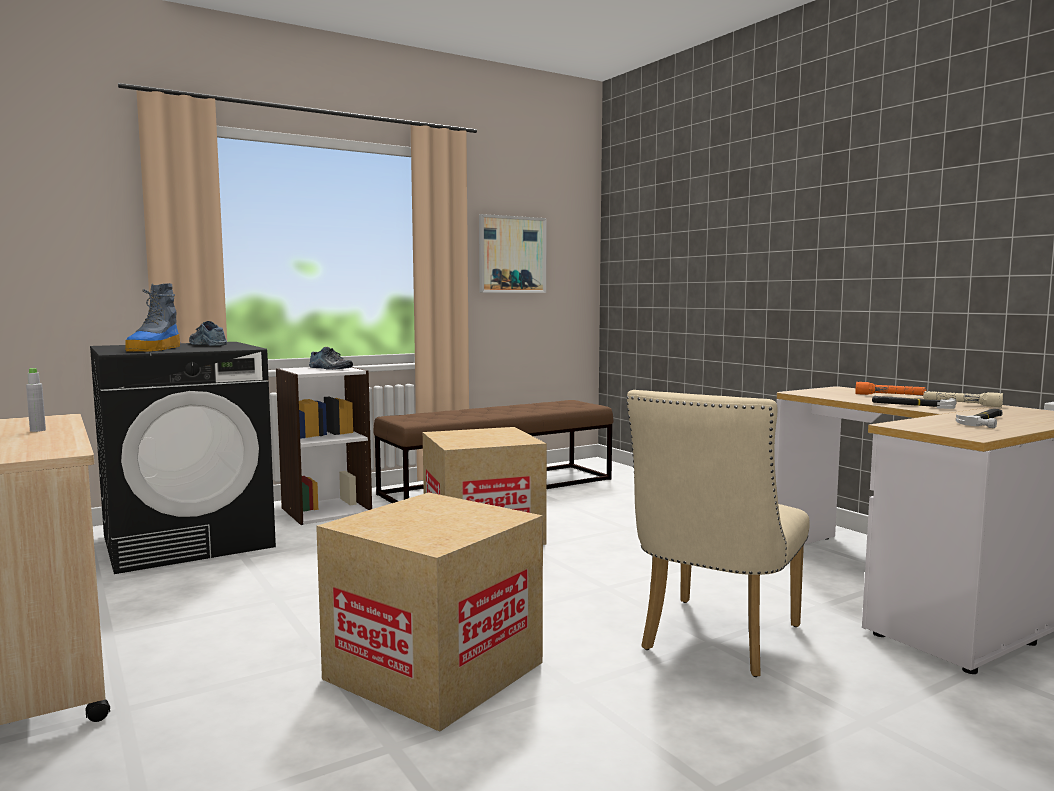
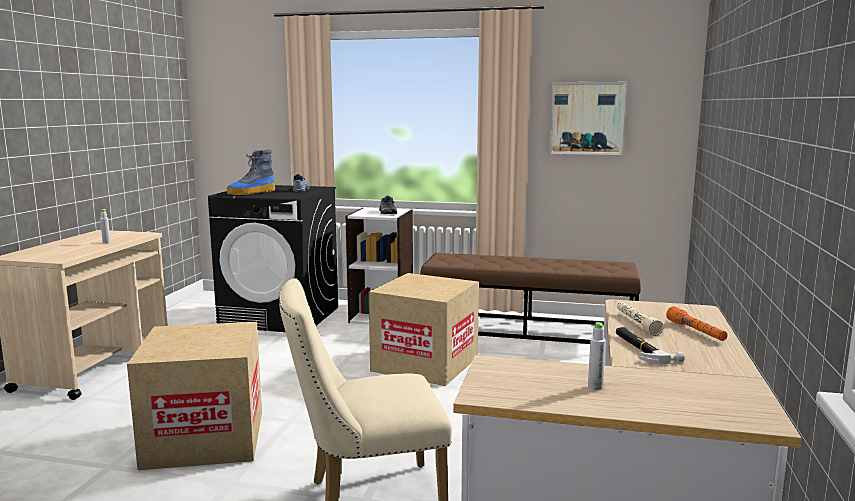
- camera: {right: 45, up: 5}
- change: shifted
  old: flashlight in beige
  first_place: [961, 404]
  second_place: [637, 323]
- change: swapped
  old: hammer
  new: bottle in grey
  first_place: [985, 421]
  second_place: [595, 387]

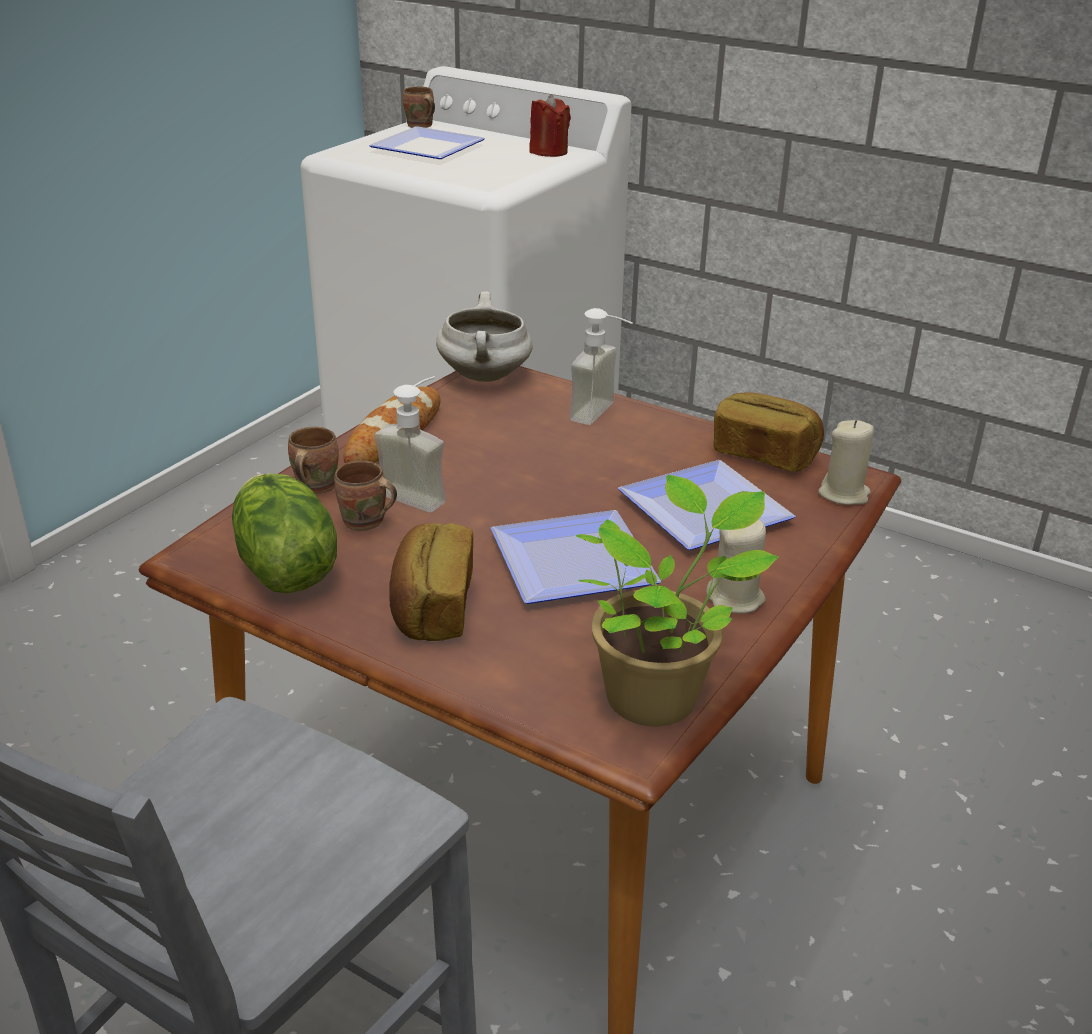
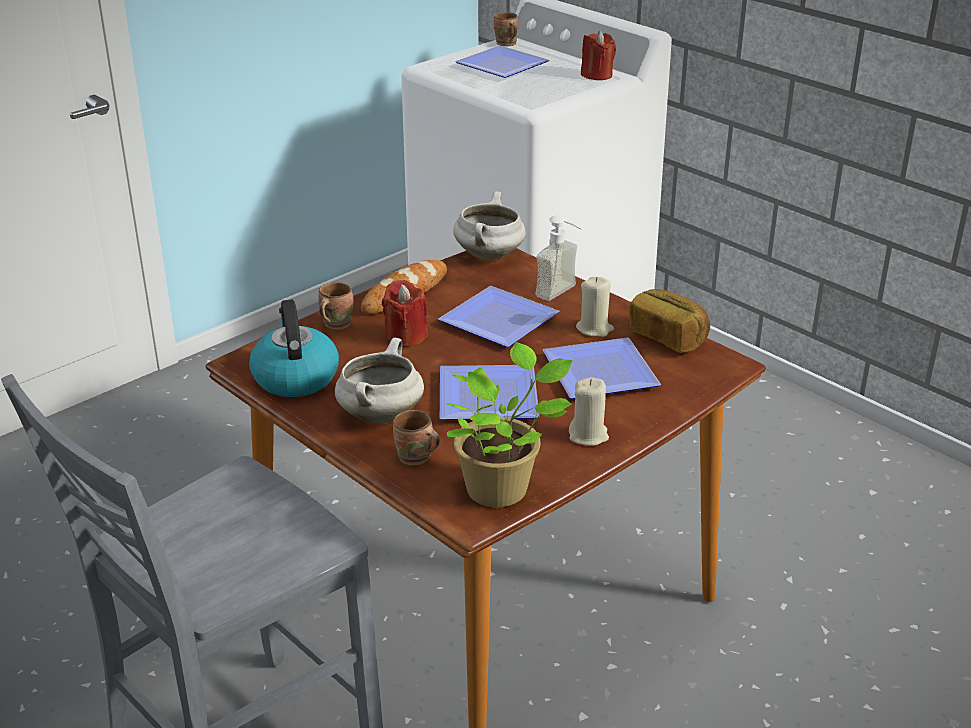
- camera: {right: 15, up: 0}
- change: new
  new: plate
  second_place: [499, 323]
- change: shifted
  old: mug in brown
  first_place: [365, 523]
  second_place: [415, 459]
- change: shifted
  old: candle in beige
  first_place: [844, 494]
  second_place: [594, 329]
- change: swapped
  old: lettuce
  new: kettle
  first_place: [283, 569]
  second_place: [295, 377]
- change: swapped
  old: soap dispenser
  new: candle in red
  first_place: [420, 492]
  second_place: [405, 336]
- change: swapped
  old: bread
  new: cooking pot in white
  first_place: [431, 608]
  second_place: [380, 414]

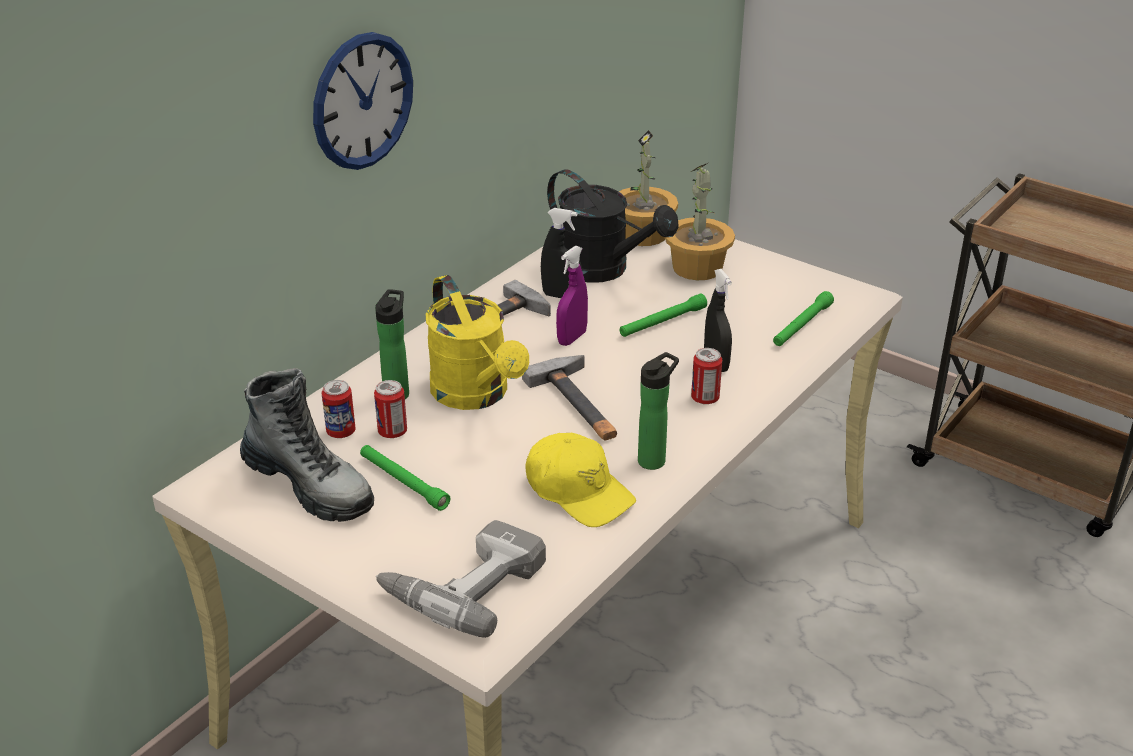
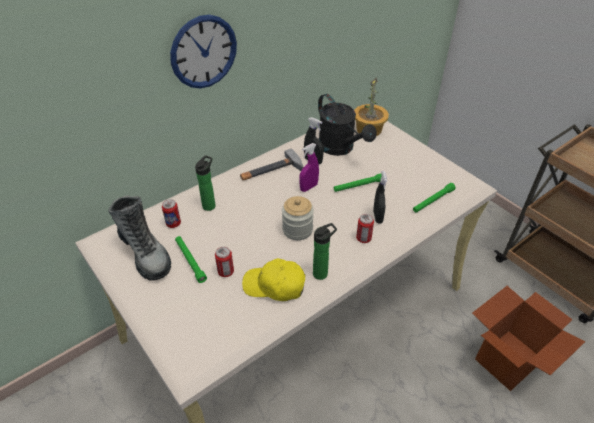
- camera: {right: 15, up: 10}
- change: gone
  old: power drill
  first_place: [463, 584]
- change: gone
  old: watering can in yellow
  first_place: [476, 395]
- change: gone
  old: potted plant
  first_place: [698, 268]
- change: new
  new: cardboard box
  second_place: [509, 359]
- change: shifted
  old: can
  first_place: [392, 432]
  second_place: [226, 272]
- change: swapped
  old: hammer
  new: jar
  first_place: [581, 404]
  second_place: [297, 229]
- change: rotated
  old: cap in yellow
  first_place: [578, 491]
  second_place: [275, 285]
  degrees: 135

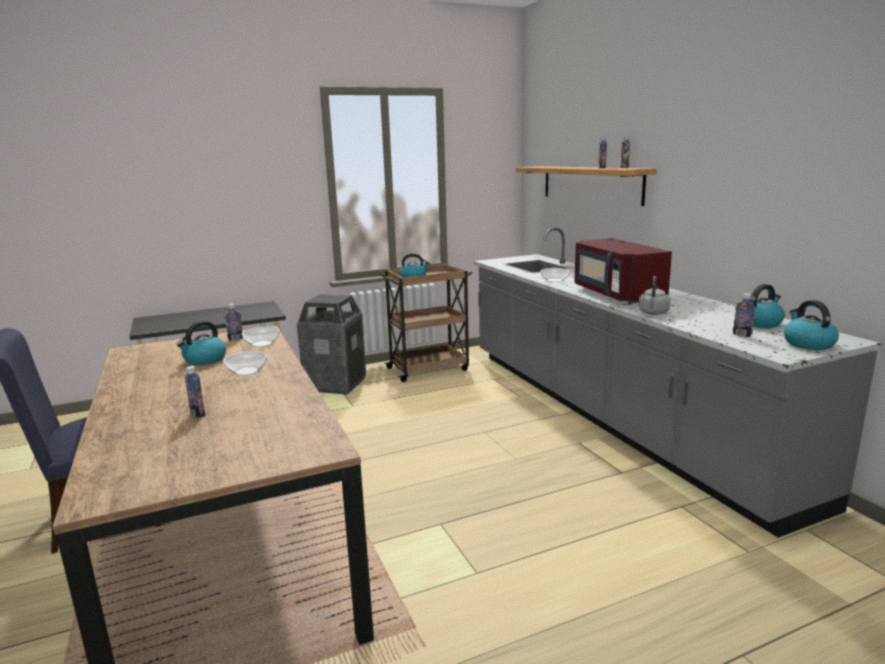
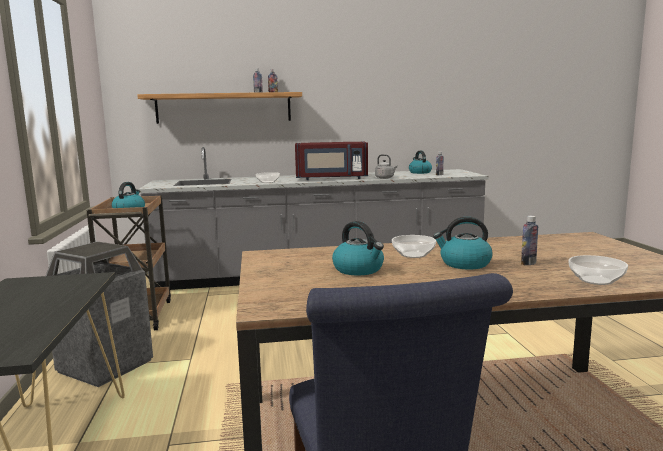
- camera: {right: -75, up: -5}
- change: gone
  old: bottle
  first_place: [235, 339]
- change: shifted
  old: bowl
  first_place: [262, 344]
  second_place: [595, 280]
- change: shifted
  old: kettle
  first_place: [807, 344]
  second_place: [464, 264]

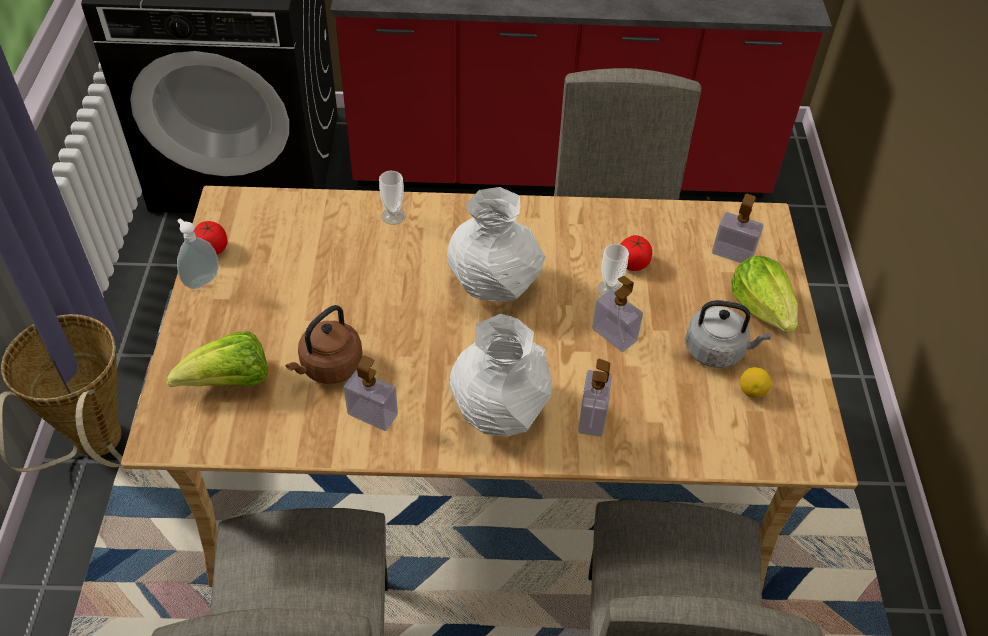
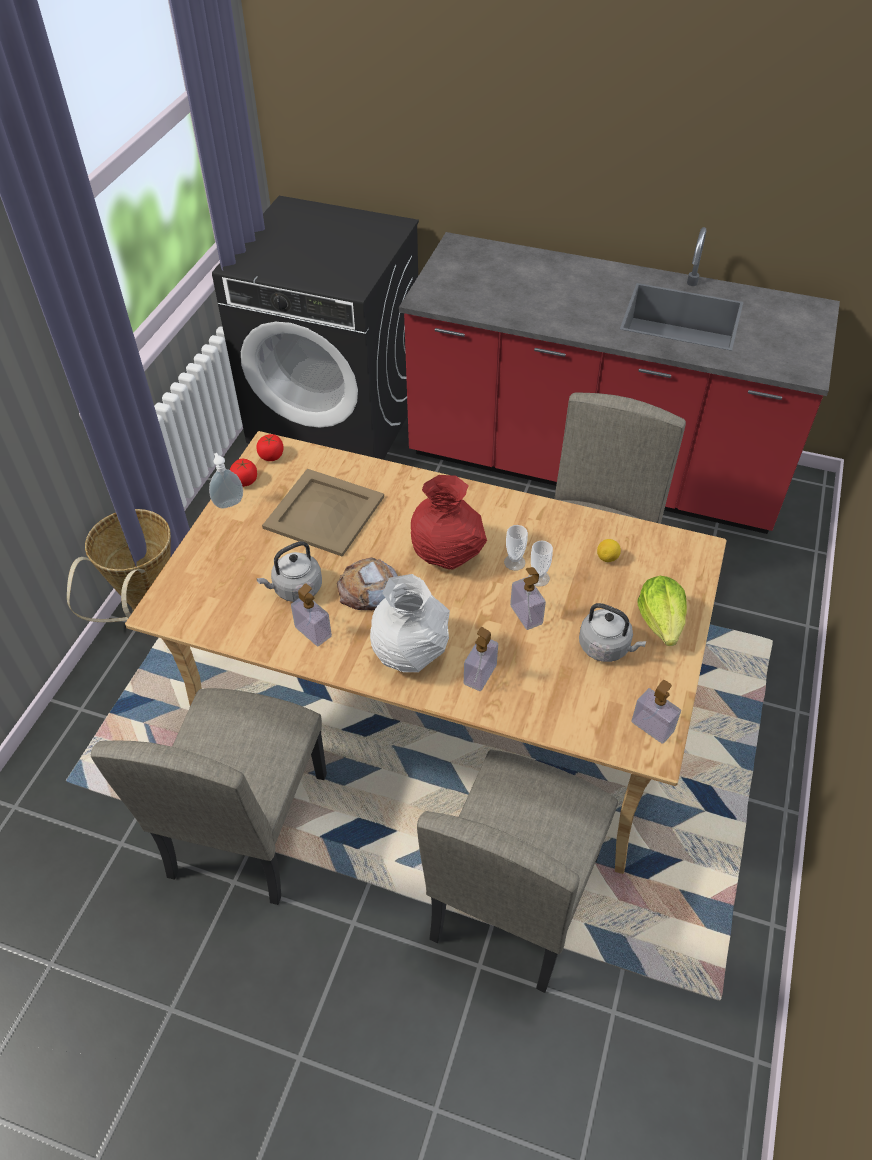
- camera: {right: 20, up: 0}
- change: gone
  old: lettuce
  first_place: [230, 382]
- change: new
  new: tray in beige
  second_place: [324, 511]
- change: new
  new: bread
  second_place: [368, 589]
- change: shifted
  old: cup
  first_place: [393, 216]
  second_place: [514, 562]
- change: shifted
  old: tomato
  first_place: [633, 263]
  second_place: [271, 456]
- change: shifted
  old: soap dispenser
  first_place: [733, 253]
  second_place: [652, 727]
- change: shifted
  old: lemon
  first_place: [752, 391]
  second_place: [607, 558]
- change: repainted
  old: kettle in brown
  new: kettle in grey
  first_place: [329, 367]
  second_place: [295, 589]
- change: repainted
  old: vase in white
  new: vase in red
  first_place: [495, 285]
  second_place: [447, 554]

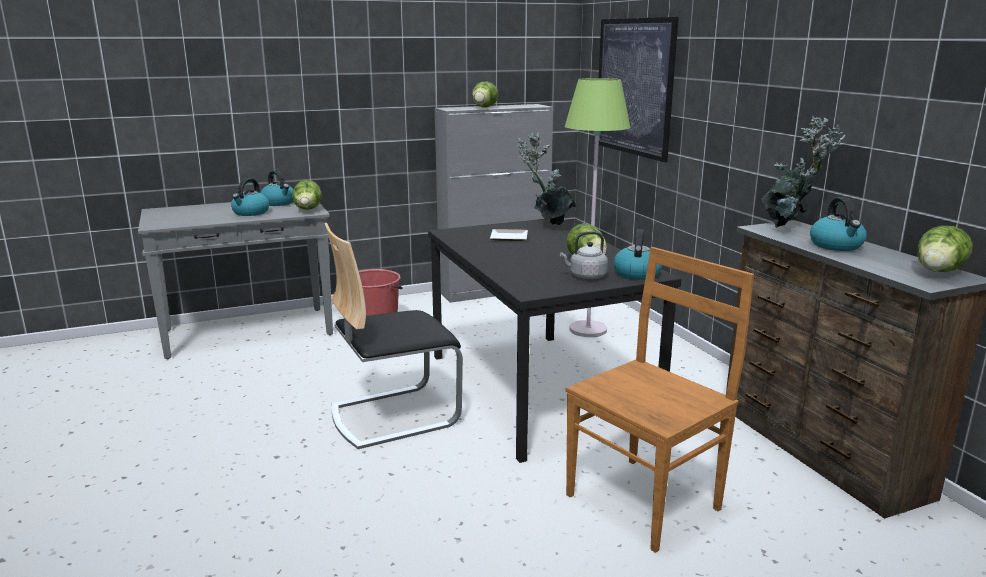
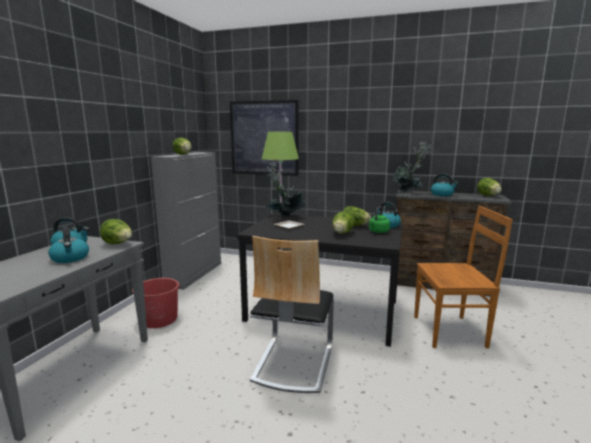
- camera: {right: -50, up: -5}
- change: new
  new: lettuce
  second_place: [342, 233]
- change: repainted
  old: kettle in grey
  new: kettle in green
  first_place: [585, 276]
  second_place: [378, 232]
- change: rotated
  old: chair in brown
  first_place: [646, 500]
  second_place: [451, 331]
  degrees: 90

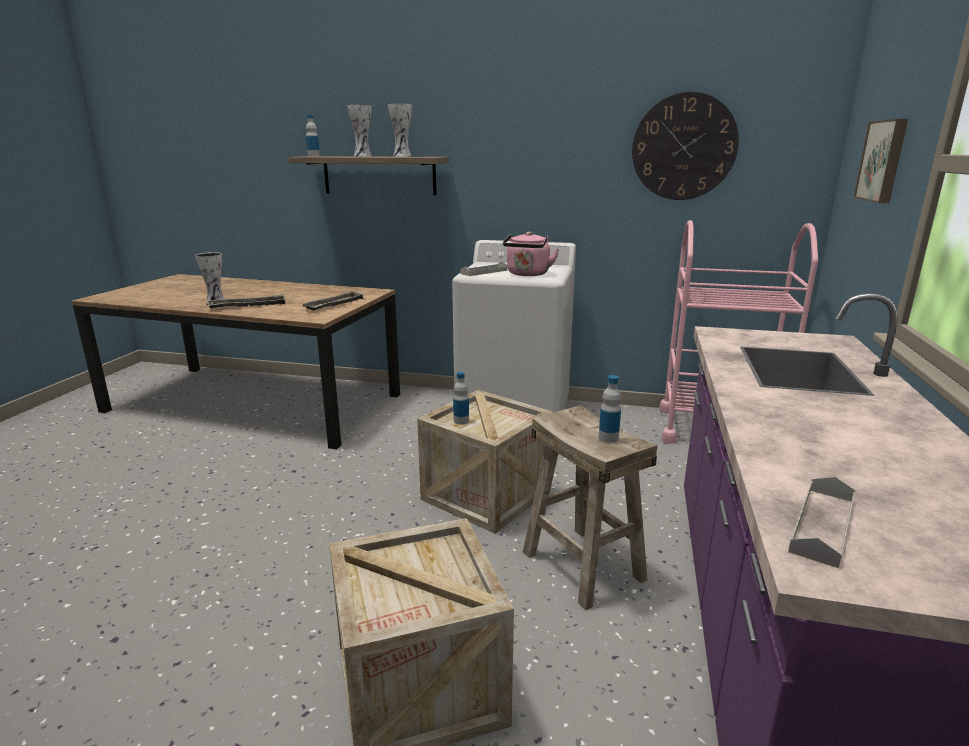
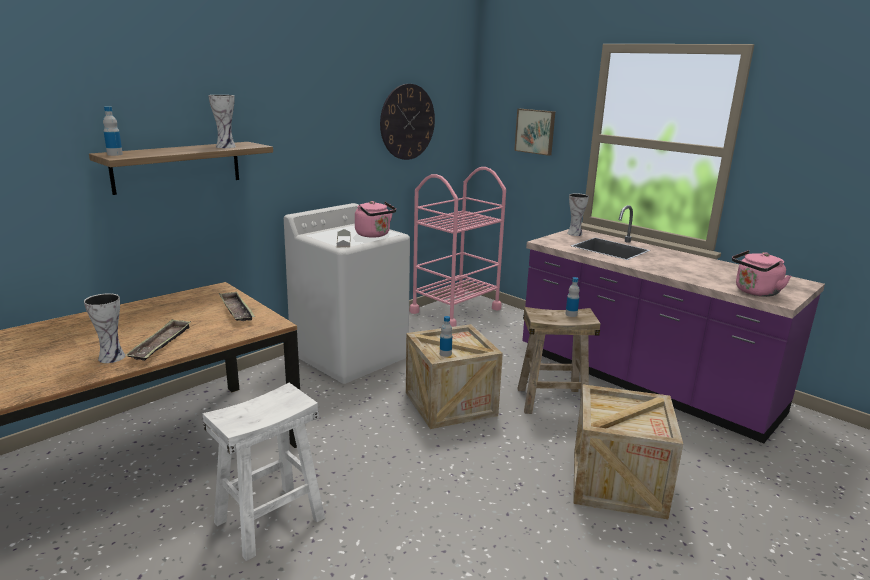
- camera: {right: -60, up: 0}
- change: new
  new: stool in white
  second_place: [270, 521]
- change: shifted
  old: vase
  first_place: [363, 156]
  second_place: [574, 233]
- change: swapped
  old: tray in grey
  new: kettle in pink
  first_place: [822, 525]
  second_place: [755, 292]

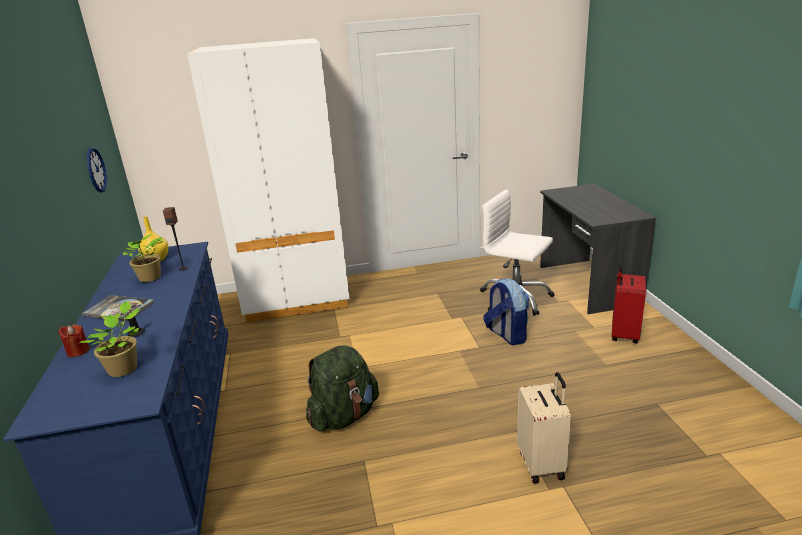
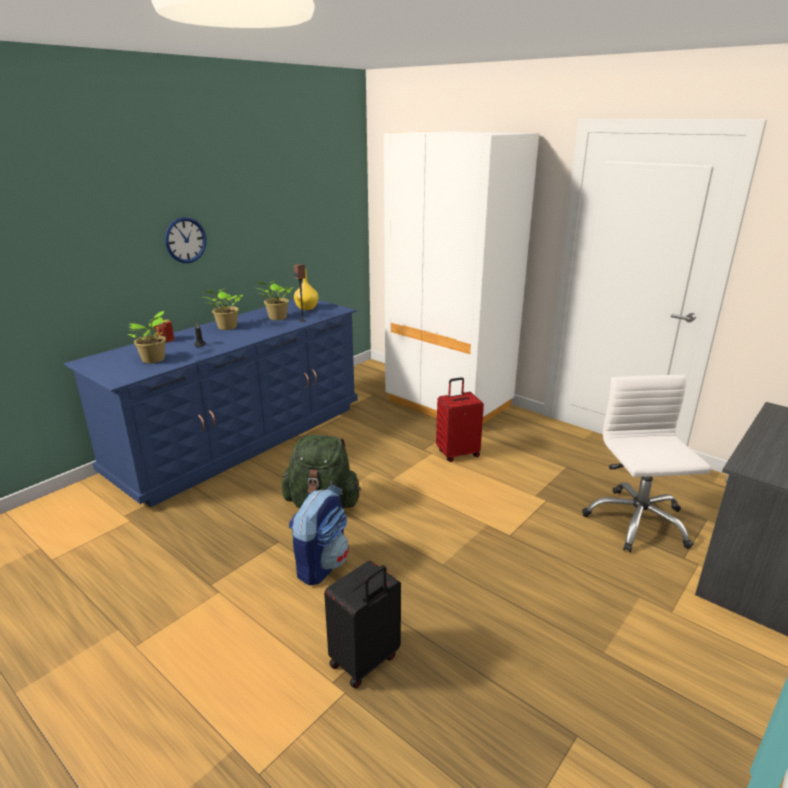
- camera: {right: 50, up: 0}
- change: shifted
  old: wall clock
  first_place: [96, 170]
  second_place: [185, 240]
- change: shifted
  old: backpack
  first_place: [506, 335]
  second_place: [321, 565]
- change: shifted
  old: suitcase in red
  first_place: [623, 335]
  second_place: [457, 453]
- change: swapped
  old: book
  new: potted plant
  first_place: [119, 309]
  second_place: [226, 327]
- change: repainted
  old: suitcase in beige
  new: suitcase in black
  first_place: [542, 464]
  second_place: [365, 661]

